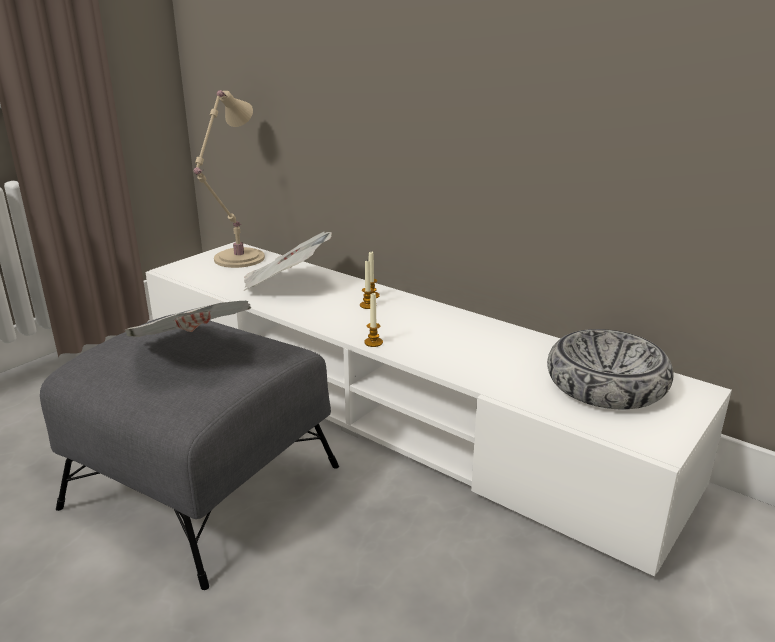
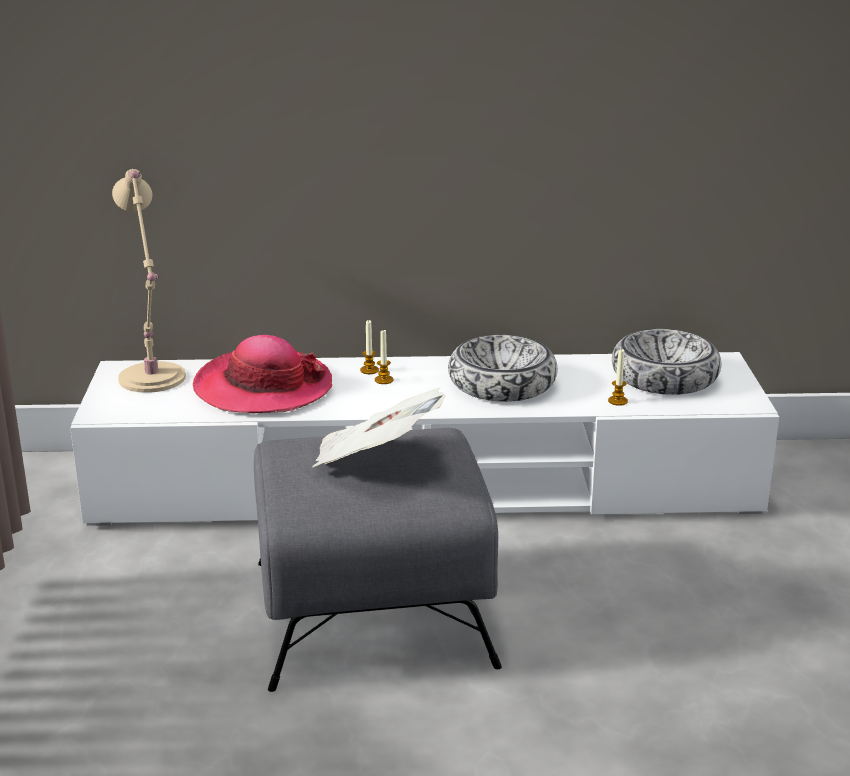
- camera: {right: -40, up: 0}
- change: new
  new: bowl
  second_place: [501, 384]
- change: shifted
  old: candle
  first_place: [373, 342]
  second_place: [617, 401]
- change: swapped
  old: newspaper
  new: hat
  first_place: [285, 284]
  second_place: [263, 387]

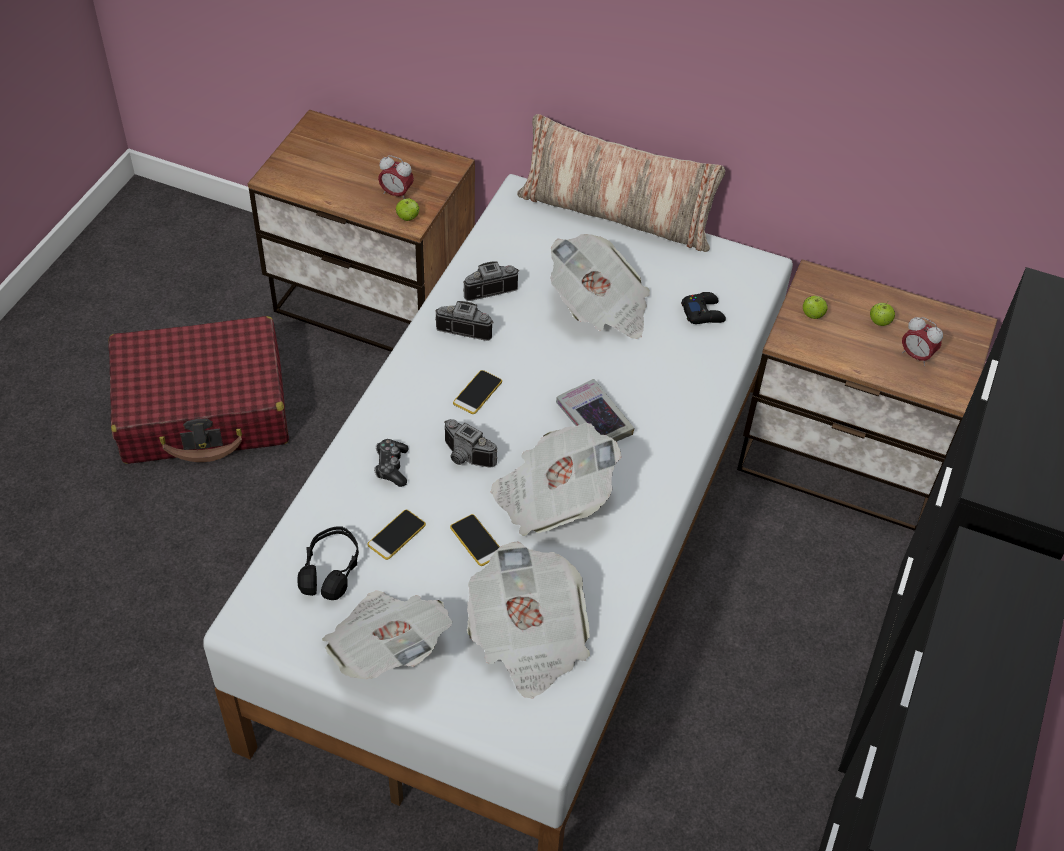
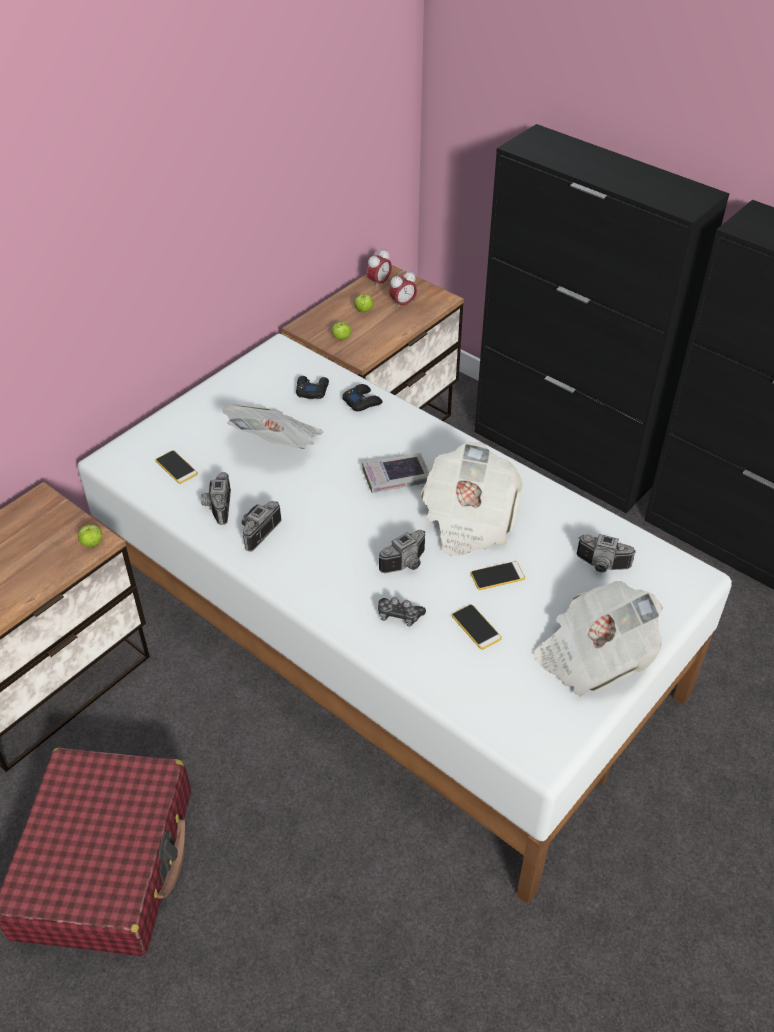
- camera: {right: -70, up: -5}
- change: gone
  old: headphones in black
  first_place: [330, 570]
- change: gone
  old: pillow
  first_place: [616, 214]
- change: new
  new: game controller in black
  second_place: [362, 401]
- change: shifted
  old: alarm clock
  first_place: [396, 194]
  second_place: [379, 283]
- change: shifted
  old: phone
  first_place: [477, 392]
  second_place: [176, 467]
- change: swapped
  old: newspaper
  new: photo camera
  first_place: [528, 638]
  second_place: [601, 566]

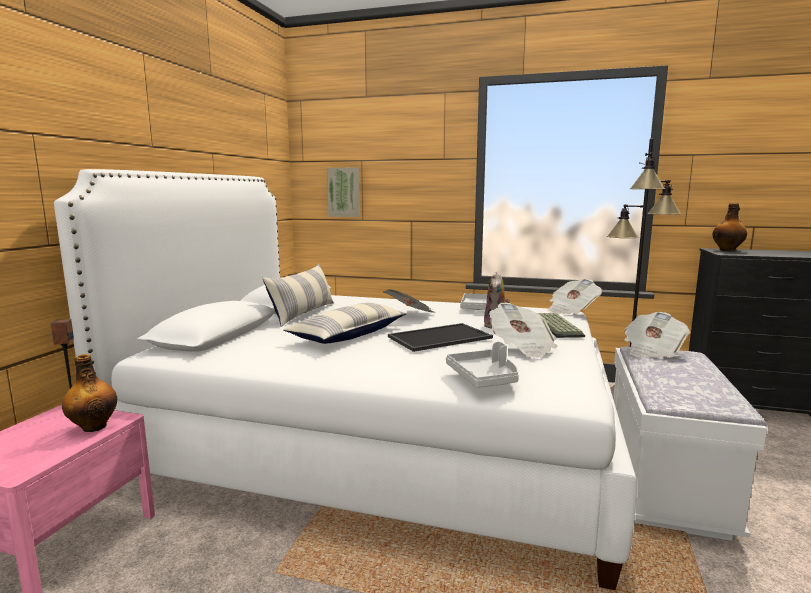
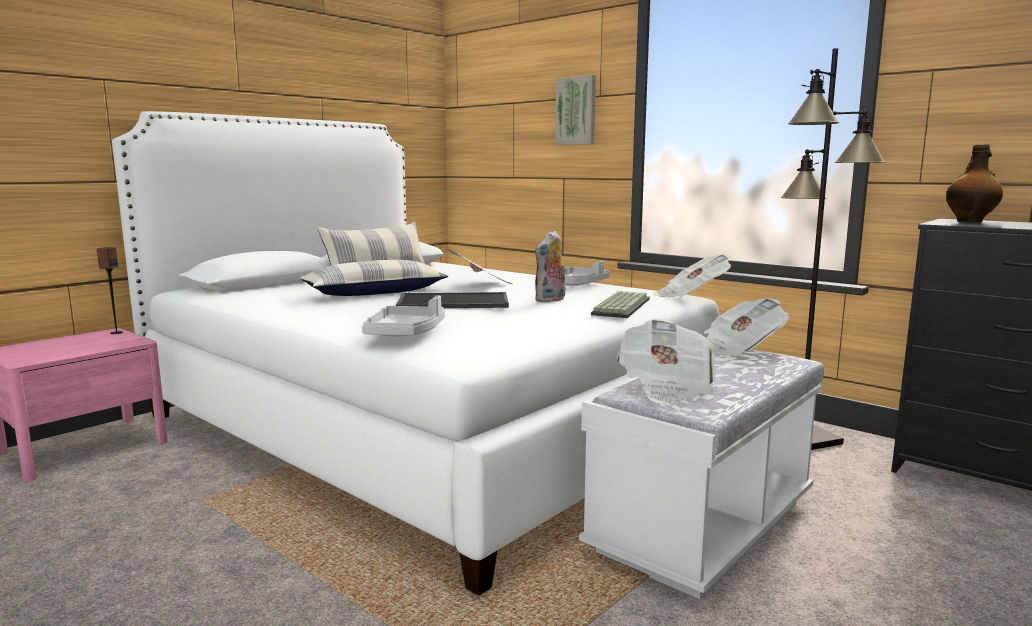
- camera: {right: 25, up: 0}
- change: gone
  old: bottle
  first_place: [94, 427]
- change: shifted
  old: picture
  first_place: [344, 192]
  second_place: [576, 111]
- change: shifted
  old: newspaper
  first_place: [521, 347]
  second_place: [665, 387]

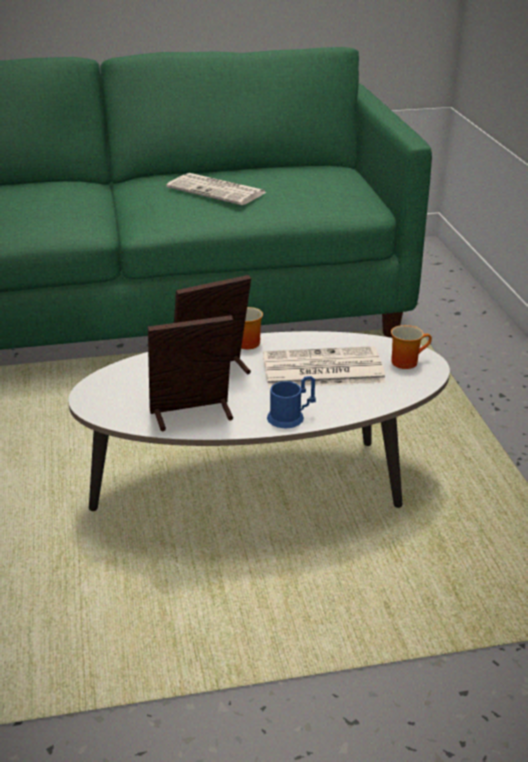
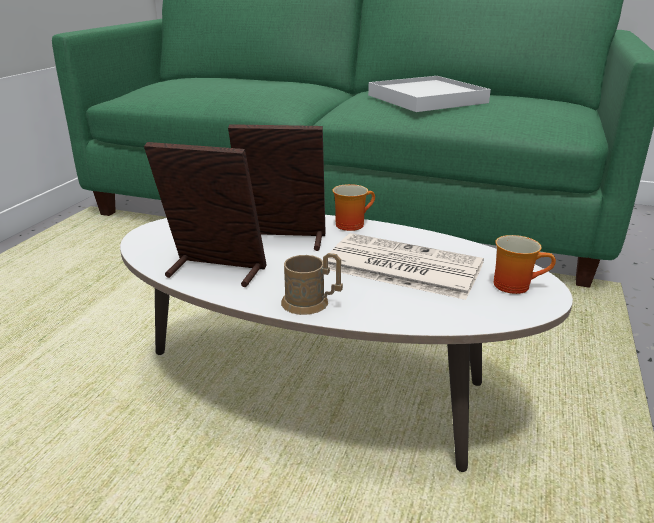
- camera: {right: 30, up: -5}
- change: swapped
  old: newspaper
  new: tray in white
  first_place: [218, 190]
  second_place: [427, 99]
- change: repainted
  old: mug in blue
  new: mug in brown
  first_place: [291, 417]
  second_place: [311, 303]

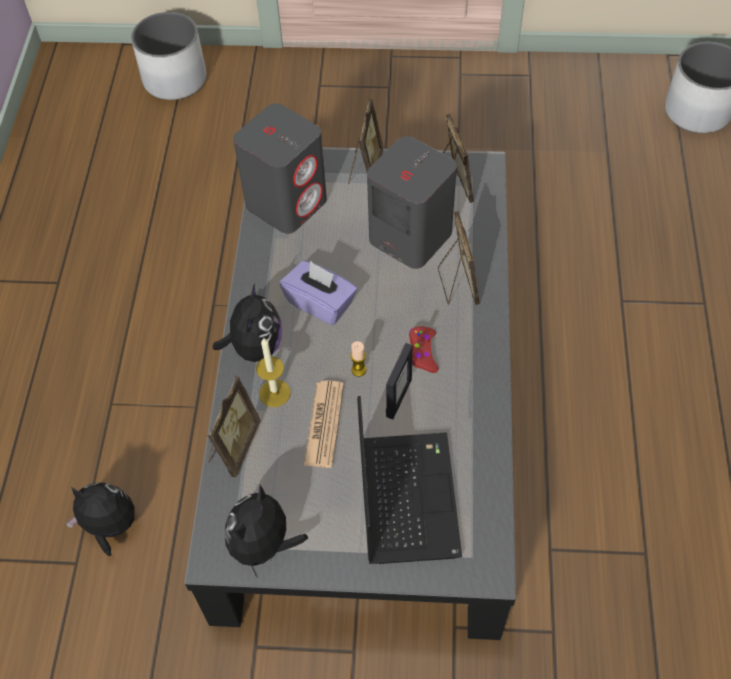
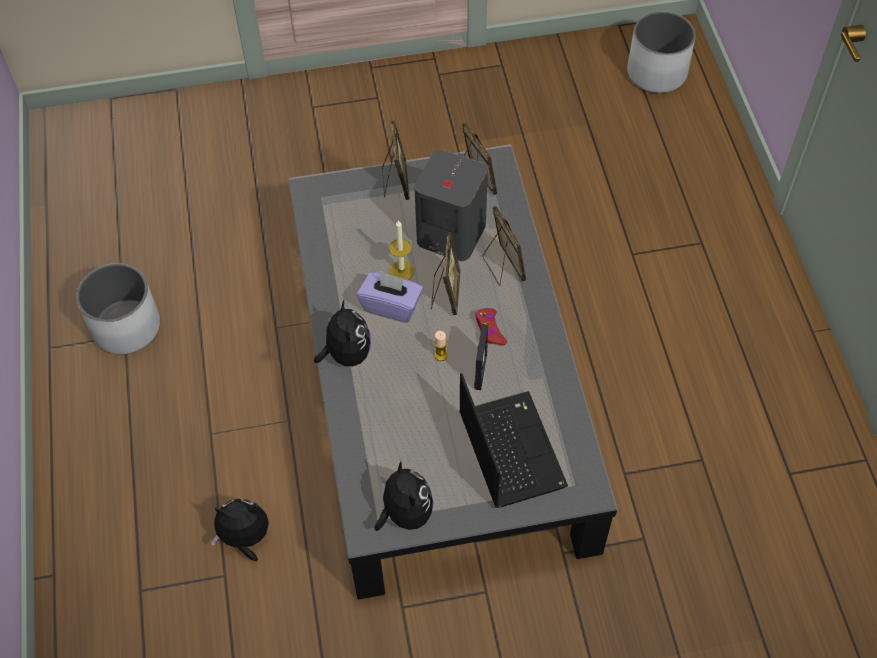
- camera: {right: -15, up: 0}
- change: gone
  old: speaker in grey
  first_place: [287, 202]
- change: gone
  old: newspaper
  first_place: [324, 424]
- change: shifted
  old: planter in white
  first_place: [174, 79]
  second_place: [126, 327]
- change: shifted
  old: picture frame
  first_place: [233, 446]
  second_place: [445, 294]
- change: shifted
  old: candle
  first_place: [274, 393]
  second_place: [401, 271]
- change: rotated
  old: plush toy
  first_place: [264, 545]
  second_place: [405, 513]
  degrees: 150

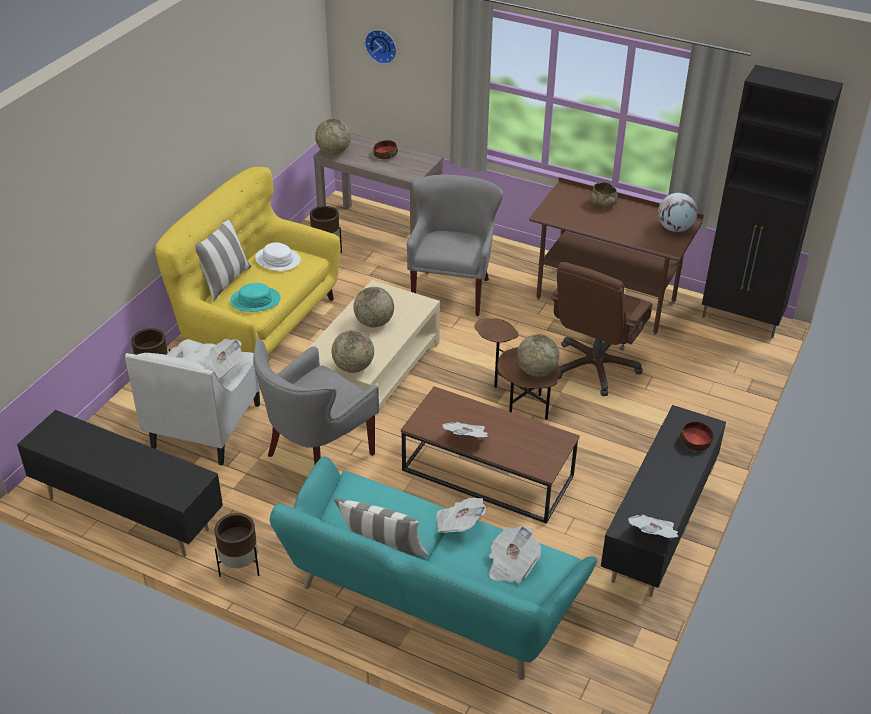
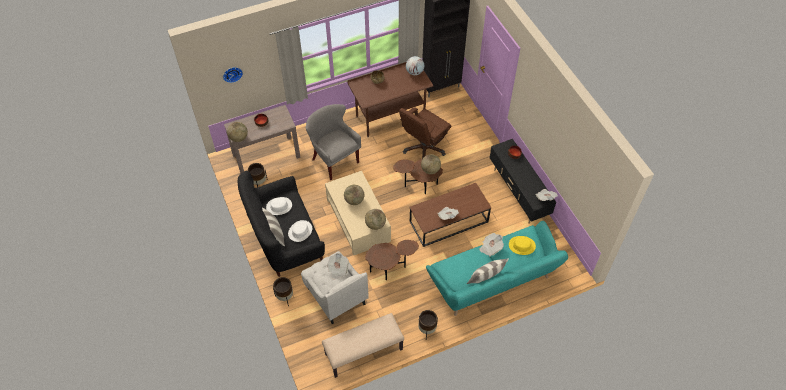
- camera: {right: -50, up: 15}
- change: swapped
  old: tv stand in black
  new: bench in beige
  first_place: [128, 513]
  second_place: [363, 352]
- change: swapped
  old: armchair in grey
  new: side table in brown
  first_place: [317, 456]
  second_place: [389, 269]
- change: swapped
  old: newspaper
  new: hat in yellow
  first_place: [511, 565]
  second_place: [522, 246]
- change: repainted
  old: sofa in yellow
  new: sofa in black
  first_place: [257, 322]
  second_place: [285, 239]
- change: repainted
  old: hat in turquoise
  new: hat in white
  first_place: [255, 300]
  second_place: [300, 231]
- change: rotated
  old: office chair in brown
  first_place: [595, 367]
  second_place: [424, 149]
  degrees: 60

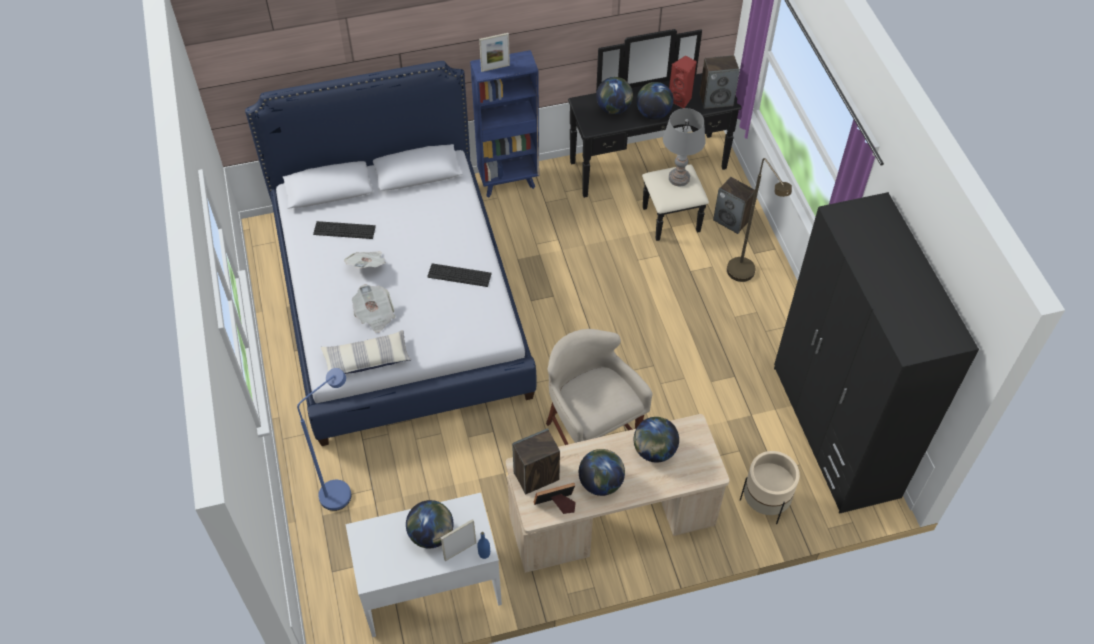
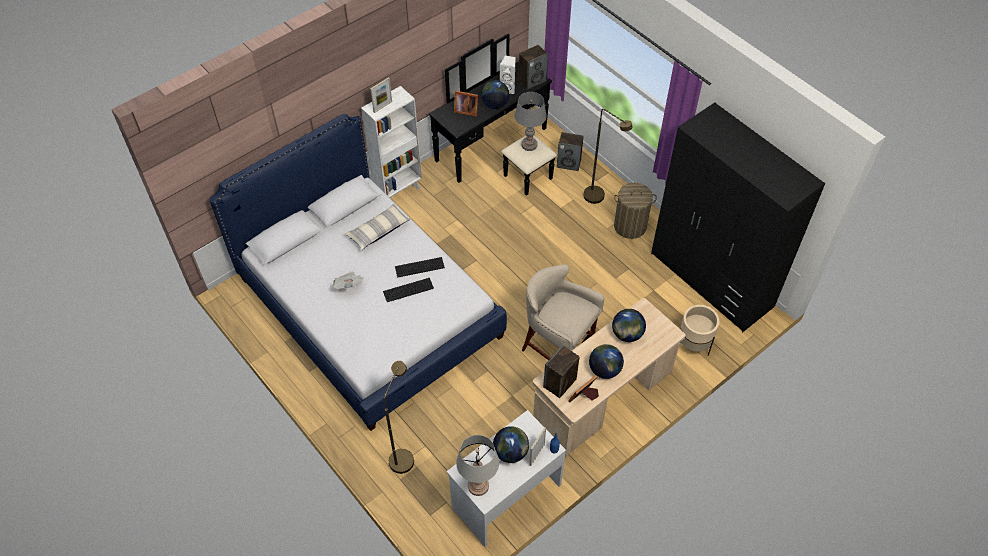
- camera: {right: -25, up: 0}
- change: gone
  old: newspaper
  first_place: [375, 315]
- change: new
  new: table lamp in grey
  second_place: [478, 486]
- change: new
  new: laundry basket
  second_place: [630, 226]
- change: shifted
  old: keyboard
  first_place: [344, 230]
  second_place: [408, 290]
- change: shifted
  old: pillow
  first_place: [367, 359]
  second_place: [378, 231]
- change: swapped
  old: globe
  new: picture frame
  first_place: [614, 109]
  second_place: [465, 110]
- change: repainted
  old: floor lamp in blue
  new: floor lamp in brown
  first_place: [341, 489]
  second_place: [403, 455]
- change: repainted
  old: bookcase in blue
  new: bookcase in white
  first_place: [509, 182]
  second_place: [398, 190]
- change: repainted
  old: speaker in red
  new: speaker in white
  first_place: [681, 100]
  second_place: [508, 88]

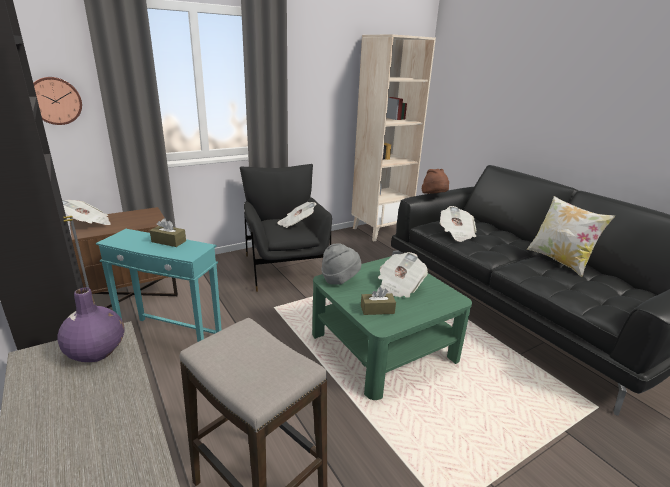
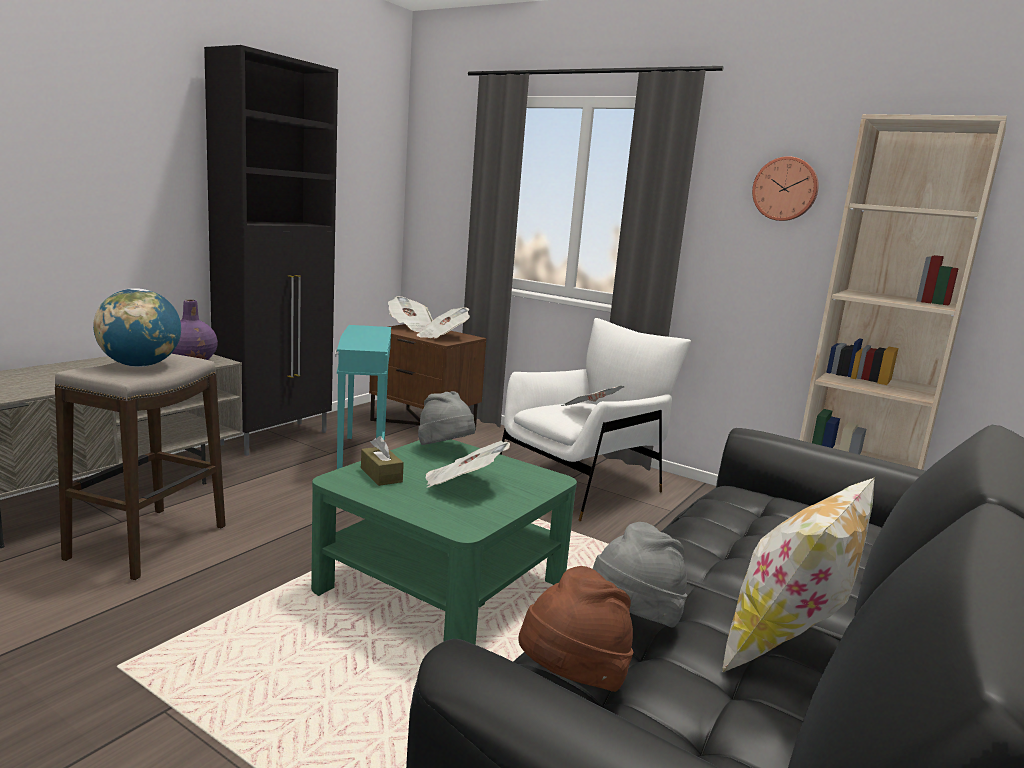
- camera: {right: 65, up: -10}
- change: gone
  old: tissue box in brown
  first_place: [169, 241]
- change: new
  new: globe
  second_place: [140, 365]
- change: new
  new: hat in grey
  second_place: [632, 620]
- change: shifted
  old: wall clock
  first_place: [55, 101]
  second_place: [785, 189]
- change: shifted
  old: hat in brown
  first_place: [434, 196]
  second_place: [572, 680]
- change: shifted
  old: newspaper
  first_place: [456, 233]
  second_place: [442, 336]
- change: repainted
  old: armchair in black
  new: armchair in white
  first_place: [286, 267]
  second_place: [582, 484]

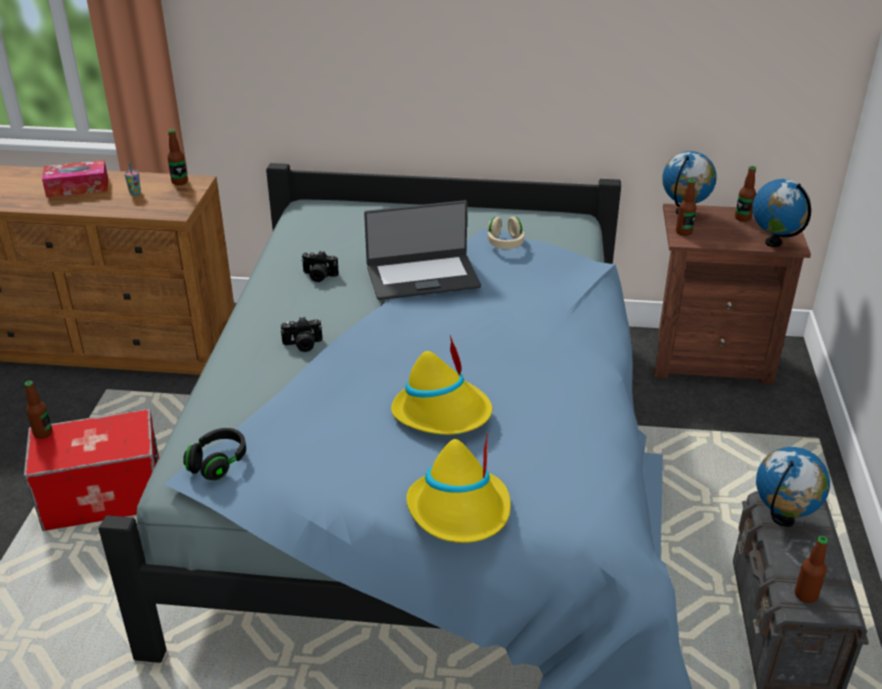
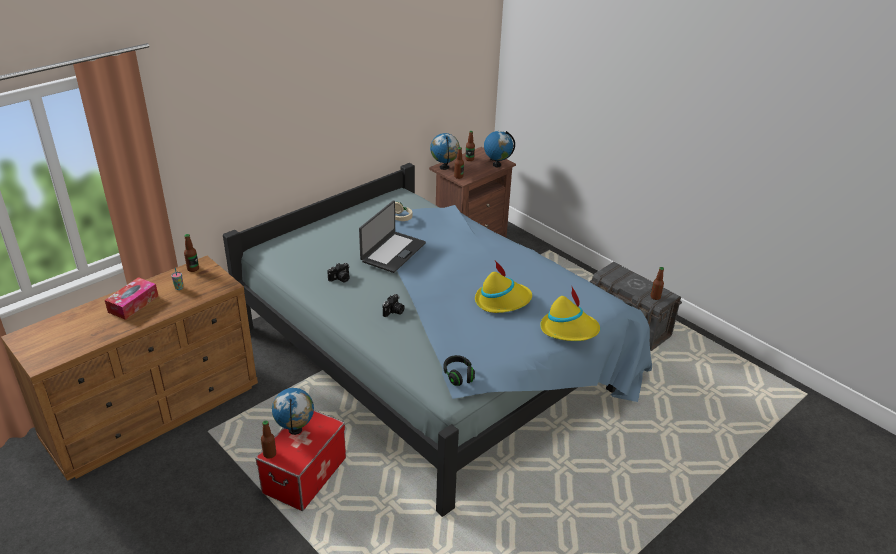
- camera: {right: -50, up: 0}
- change: shifted
  old: globe
  first_place: [783, 519]
  second_place: [295, 430]

